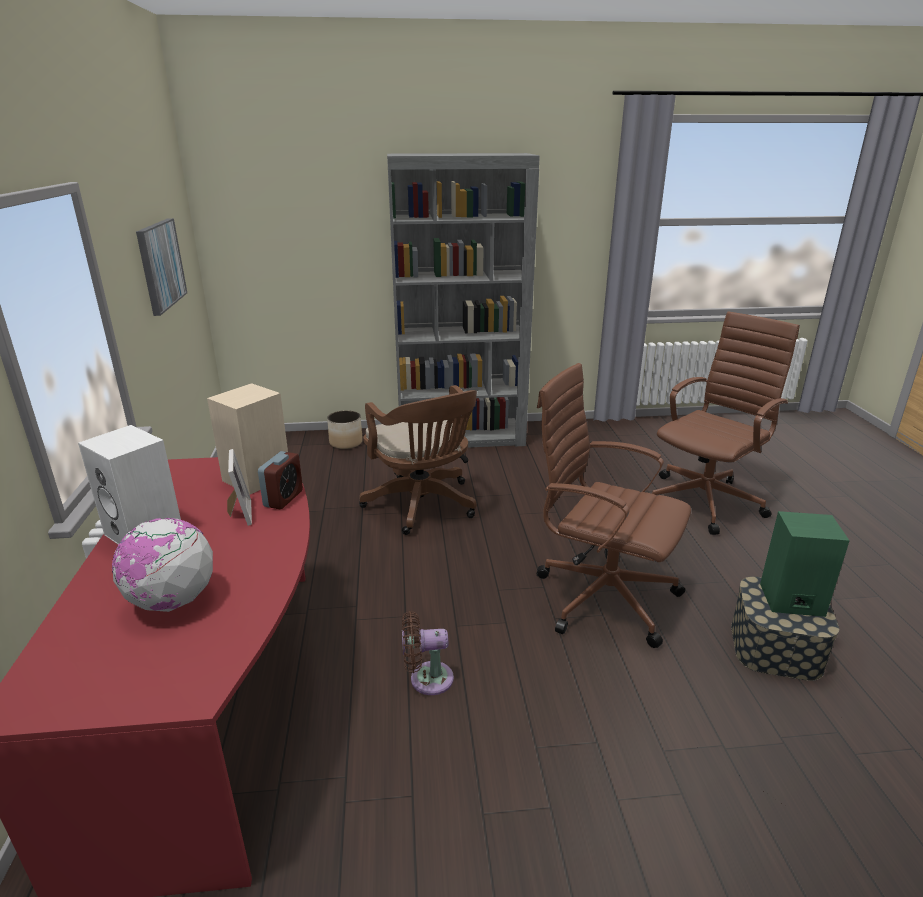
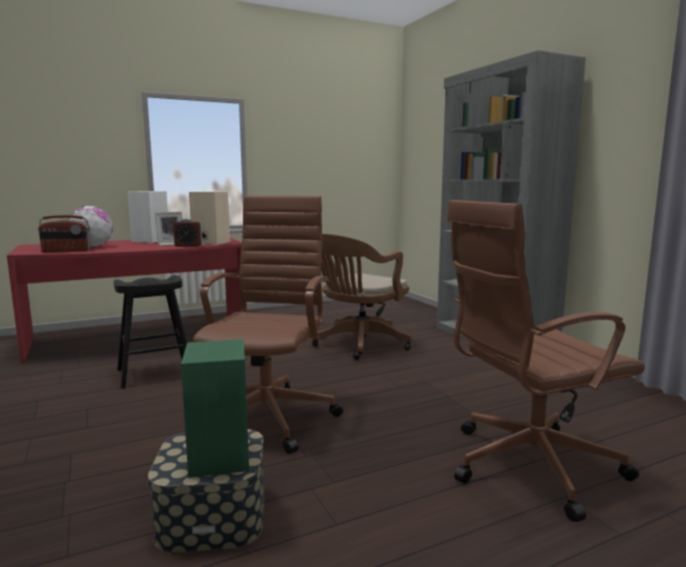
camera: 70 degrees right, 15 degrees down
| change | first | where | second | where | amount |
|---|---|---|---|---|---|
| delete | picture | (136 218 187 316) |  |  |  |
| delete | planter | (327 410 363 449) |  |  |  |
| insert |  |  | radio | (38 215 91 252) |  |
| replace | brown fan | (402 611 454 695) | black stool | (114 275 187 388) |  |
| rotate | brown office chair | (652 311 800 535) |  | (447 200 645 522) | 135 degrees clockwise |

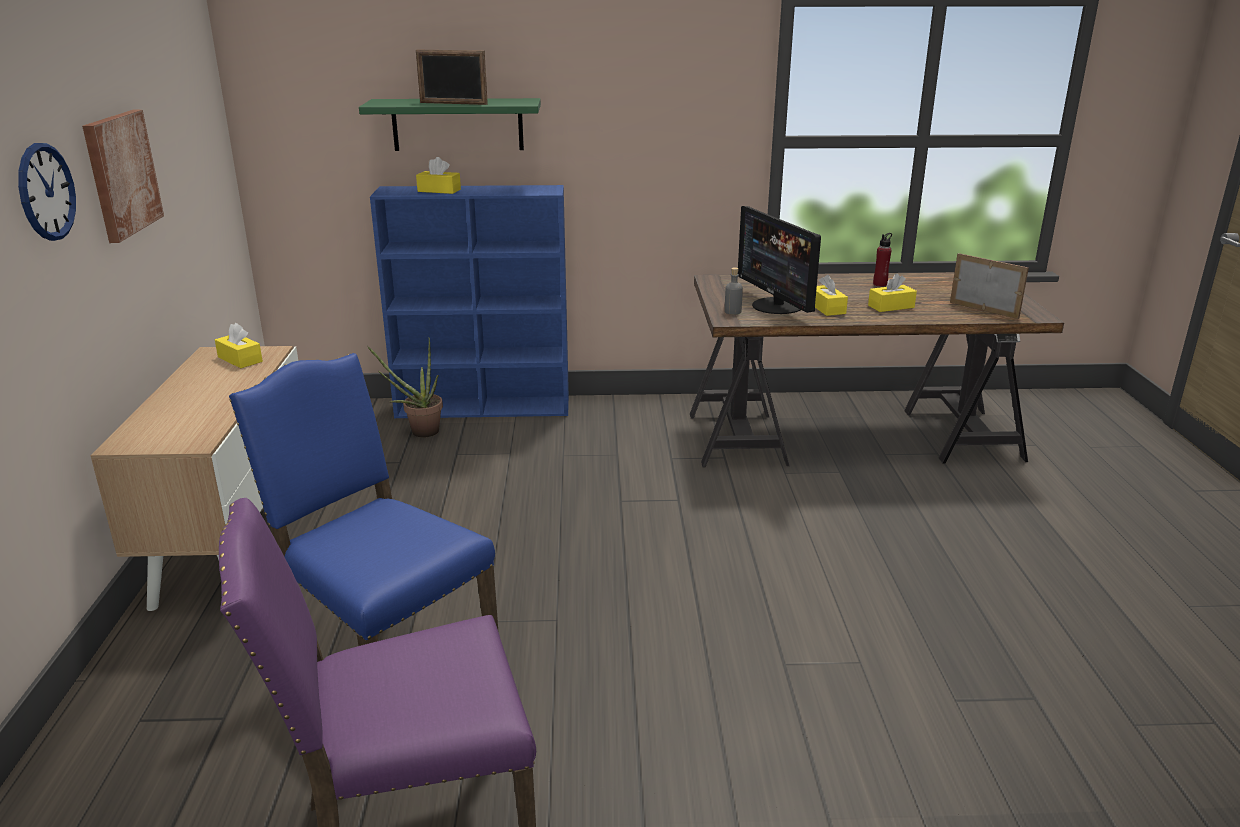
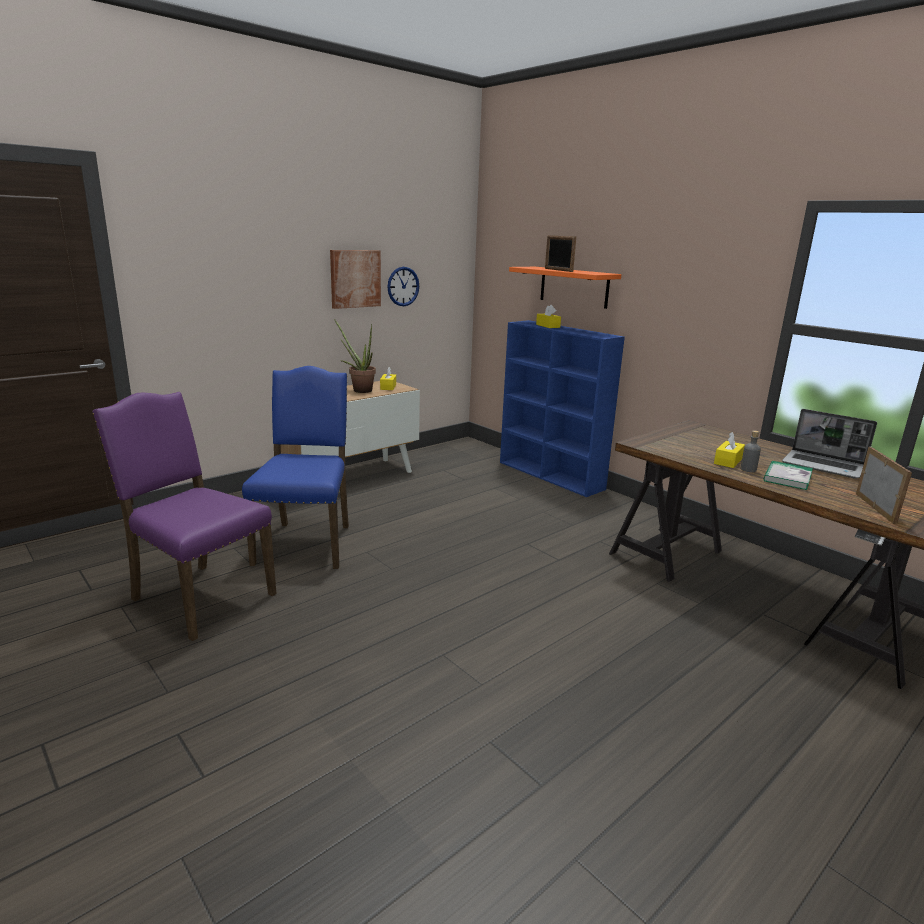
camera: 50 degrees right, 5 degrees down
| change | first | where | second | where | amount |
|---|---|---|---|---|---|
| delete | monitor | (738 206 821 314) |  |  |  |
| move | wall clock | (18 143 76 241) |  | (387 267 419 306) |  |
| move | potted plant | (367 338 443 438) |  | (334 319 376 393) |  |
| move | grey bottle | (725 267 743 315) |  | (741 430 761 472) |  |
| replace | yellow tissue box | (868 273 917 312) | book | (764 461 813 490) |  |
| replace | red bottle | (873 233 892 287) | laptop | (782 409 877 479) |  |
| recolor | green shelf | (359 98 541 151) | orange shelf | (509 267 622 309) |  |

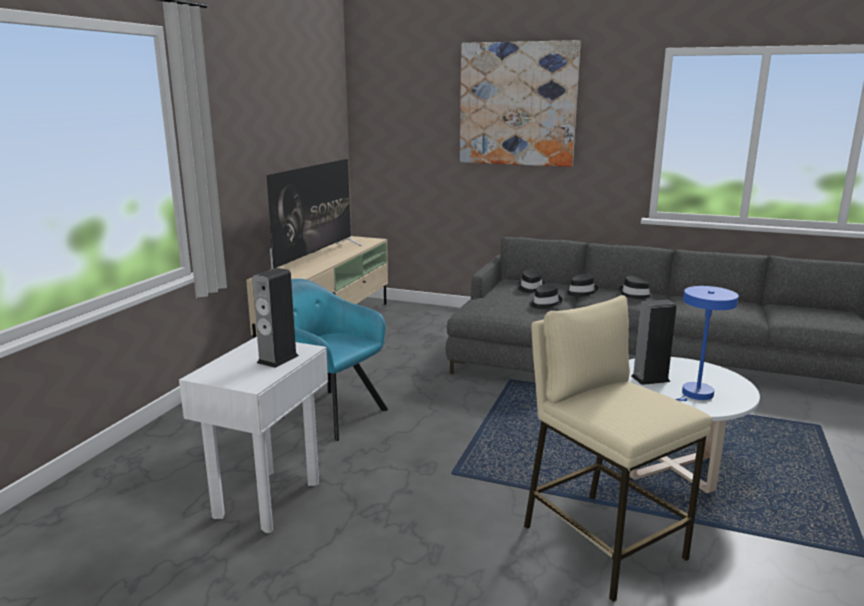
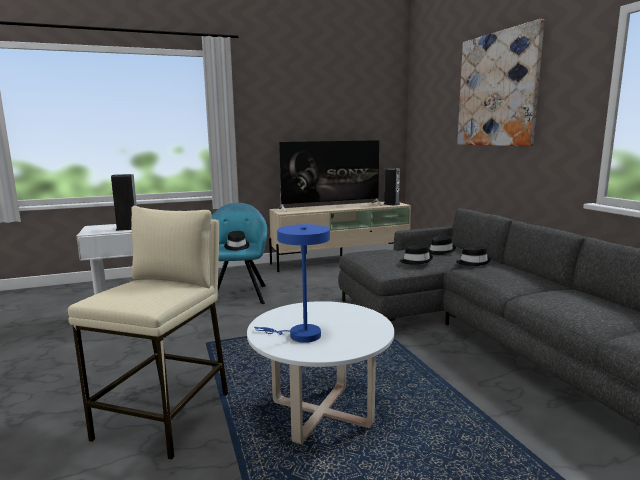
camera: 50 degrees right, 5 degrees down
| change | first | where | second | where | amount |
|---|---|---|---|---|---|
| move | black hat | (619 276 654 300) |  | (224 231 249 251) |  |
| move | speaker | (631 299 677 385) |  | (383 168 400 206) |  |

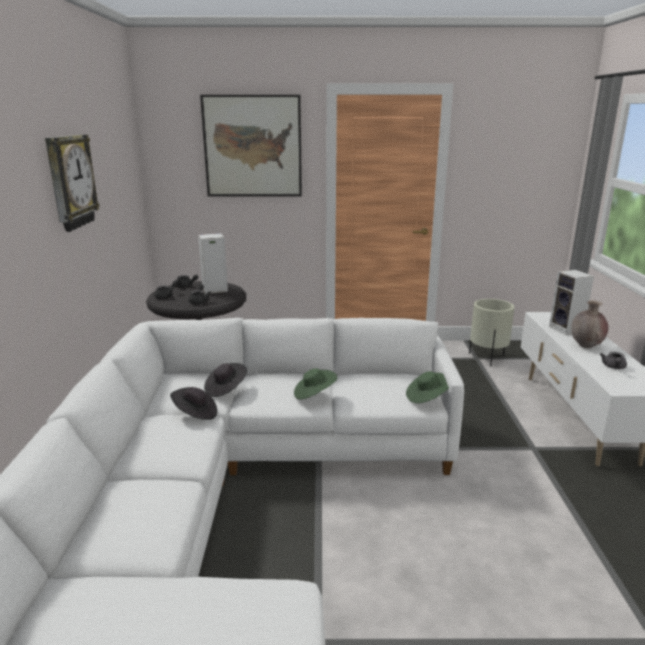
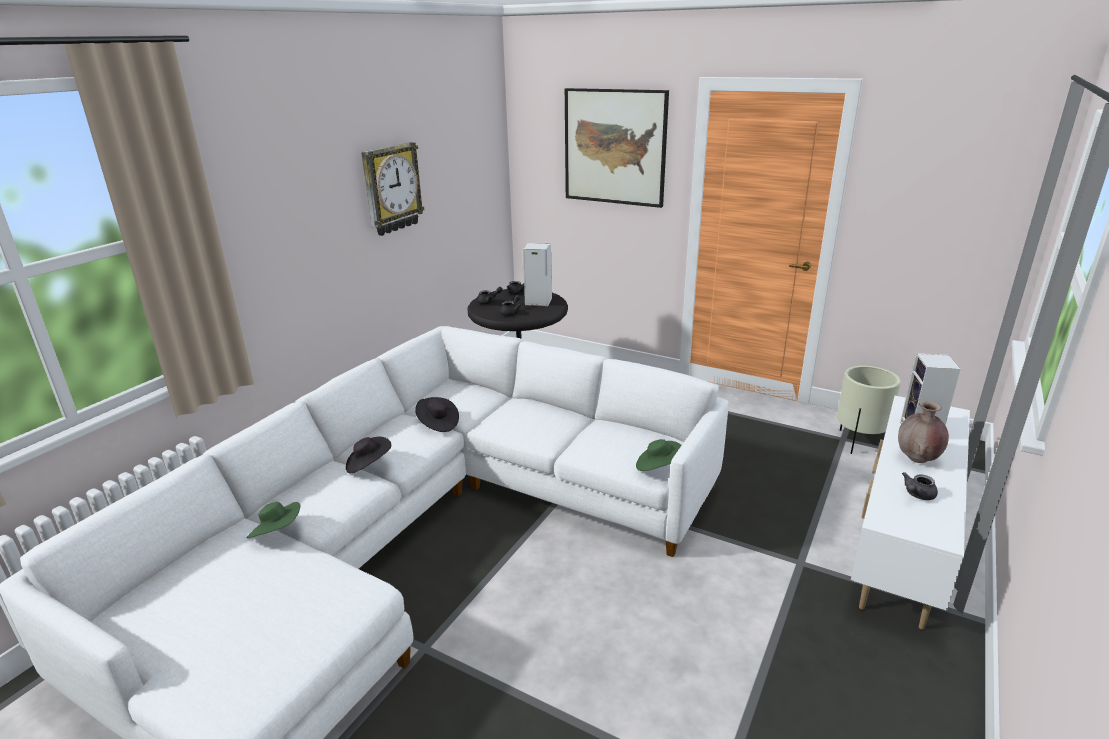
camera: 30 degrees right, 5 degrees up
| change | first | where | second | where | amount |
|---|---|---|---|---|---|
| move | black hat | (204 363 247 397) |  | (346 437 391 473) |  |
| move | green hat | (294 368 337 400) |  | (247 502 300 538) |  |

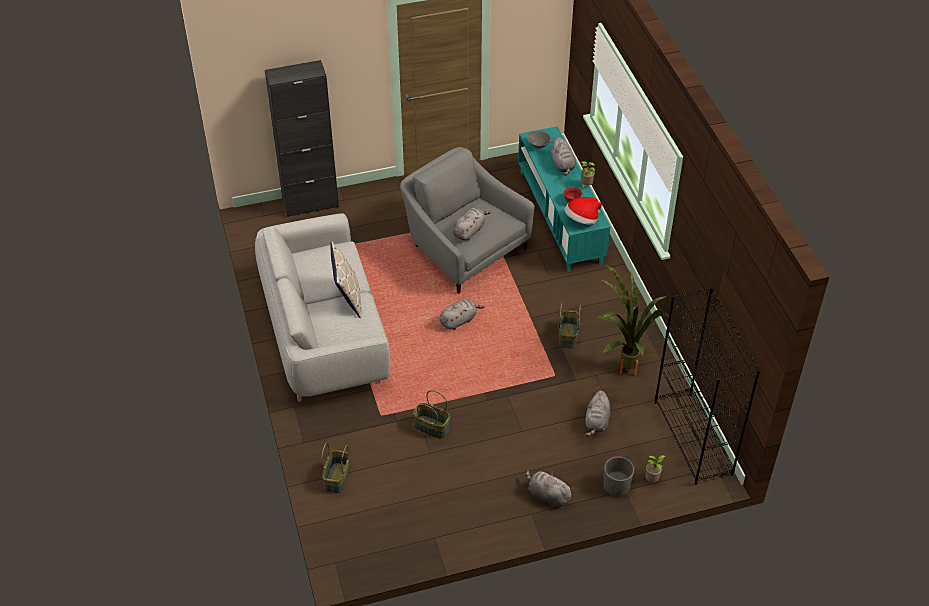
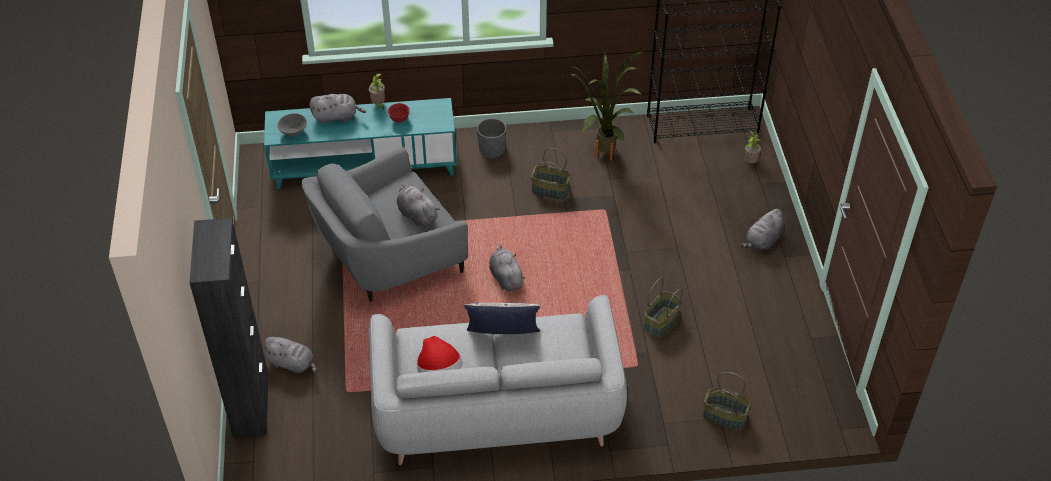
camera: 80 degrees left, 0 degrees up
| change | first | where | second | where | amount |
|---|---|---|---|---|---|
| move | hat | (565 197 602 225) |  | (417 336 463 373) |  |
| move | grey plush toy | (585 391 611 437) |  | (263 337 317 374) |  |
| move | grey planter | (604 456 634 497) |  | (477 118 506 159) |  |

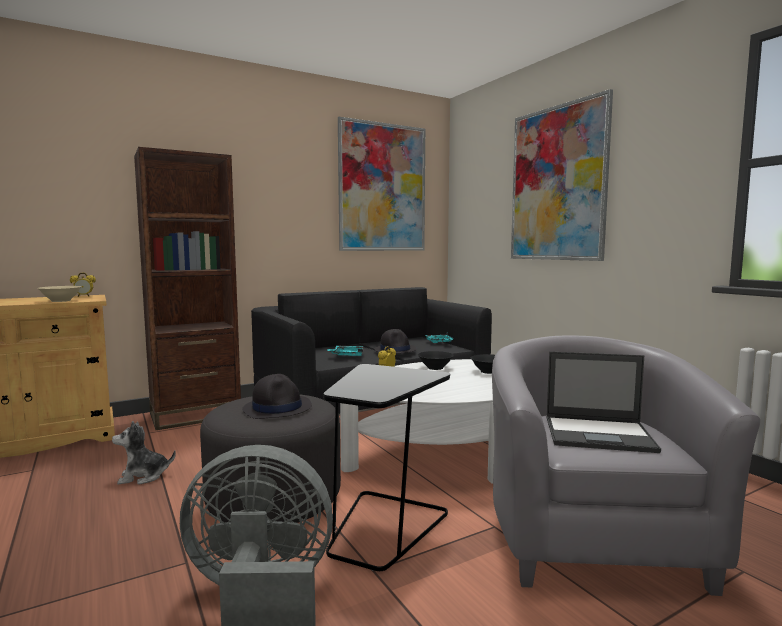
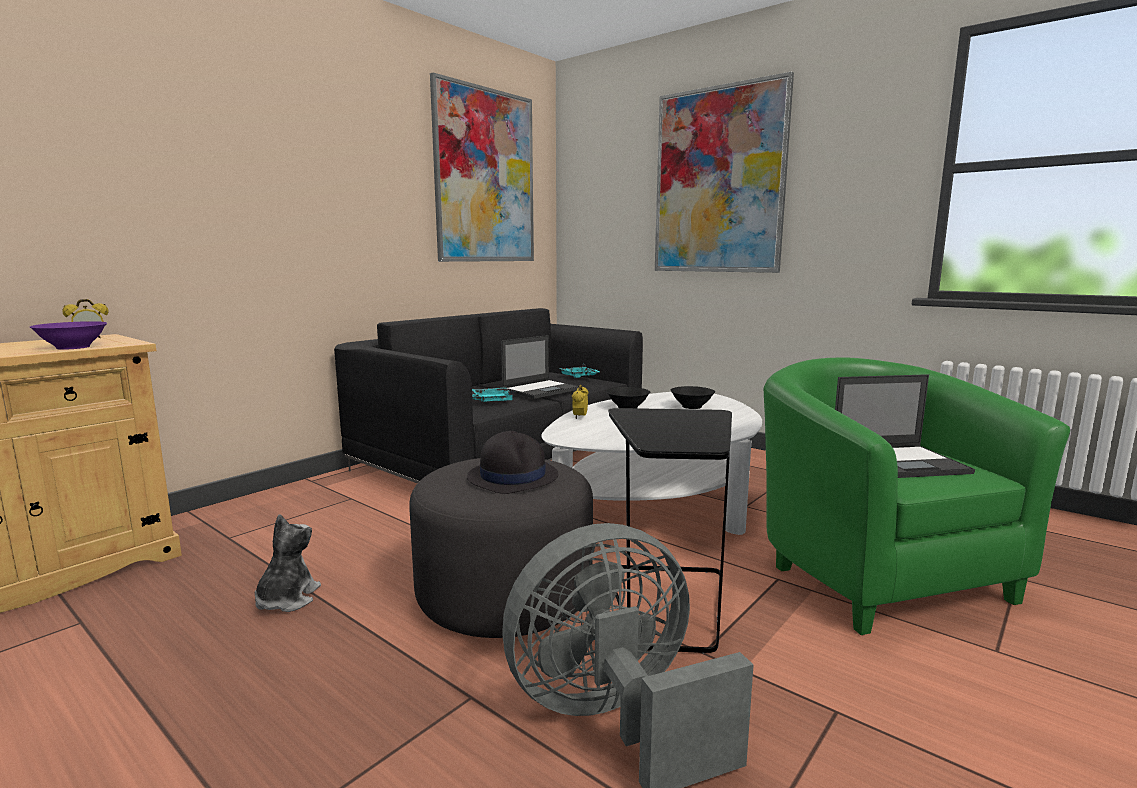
camera: 20 degrees left, 5 degrees up
| change | first | where | second | where | amount |
|---|---|---|---|---|---|
| delete | brown bookcase | (134 147 241 430) |  |  |  |
| replace | black hat | (374 329 417 353) | laptop | (501 335 579 399) |  |
| recolor | beige bowl | (38 286 82 302) | purple bowl | (30 321 107 350) |  |
| recolor | grey armchair | (492 335 760 596) | green armchair | (764 357 1070 635) |  |
| rotate | plush toy | (112 421 176 485) |  | (255 514 321 612) | 135 degrees clockwise |

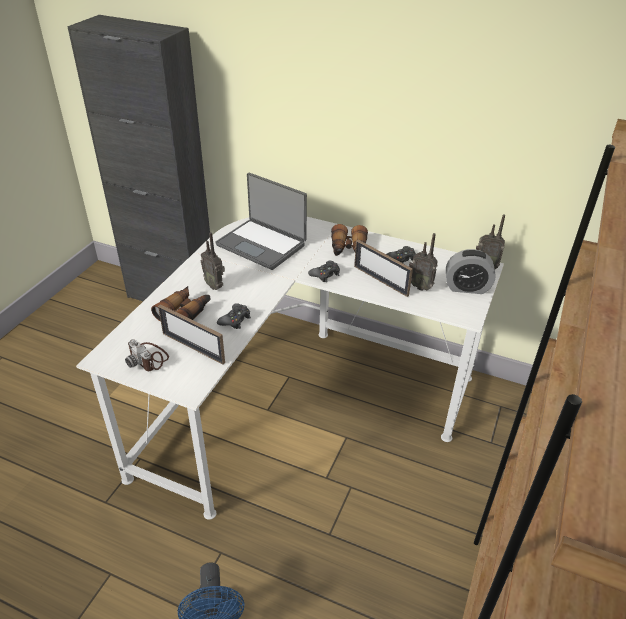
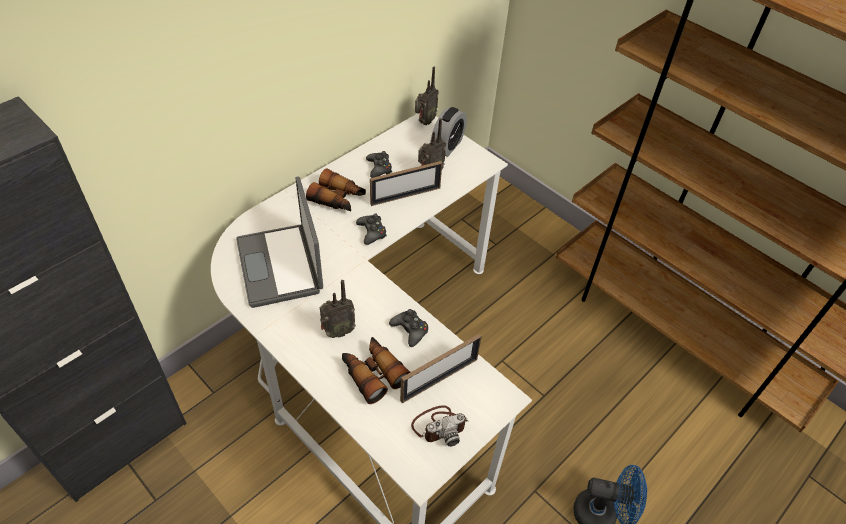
camera: 70 degrees left, 10 degrees up
| change | first | where | second | where | amount |
|---|---|---|---|---|---|
| rotate | laptop | (215 173 307 270) |  | (236 177 323 308) | 105 degrees clockwise |

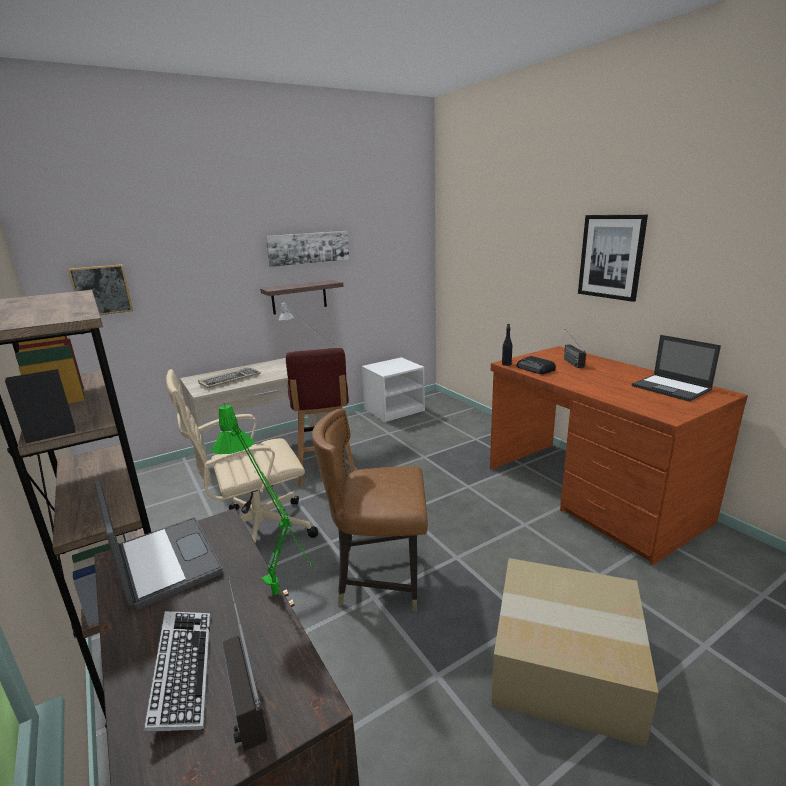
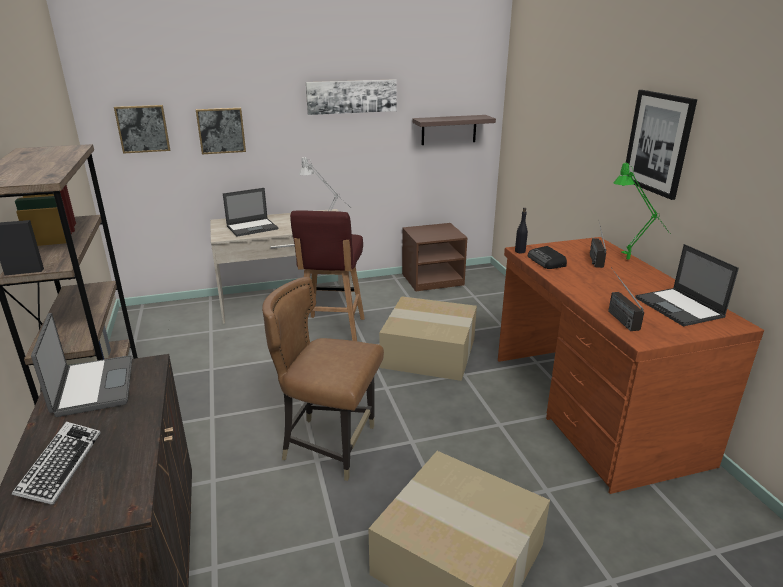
camera: 15 degrees right, 5 degrees up
| change | first | where | second | where | amount |
|---|---|---|---|---|---|
| delete | beige office chair | (166 369 318 544) |  |  |  |
| insert |  |  | picture | (196 108 246 154) |  |
| insert |  |  | cardboard box | (379 296 477 381) |  |
| move | green table lamp | (211 403 315 595) |  | (613 163 671 260) |  |
| move | radio | (222 577 268 752) |  | (608 267 644 331) |  |
| move | shelf | (260 280 344 314) |  | (412 115 496 145) |  |
| replace | keyboard | (198 367 261 388) | laptop | (223 188 278 237) |  |
| recolor | white nightstand | (362 357 425 422) | brown nightstand | (402 223 468 291) |  |

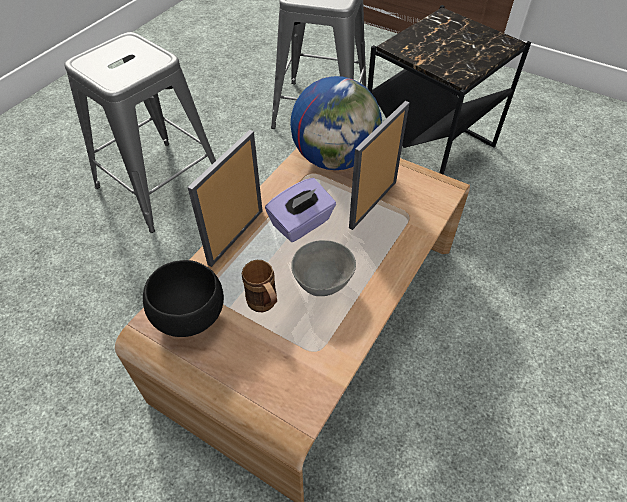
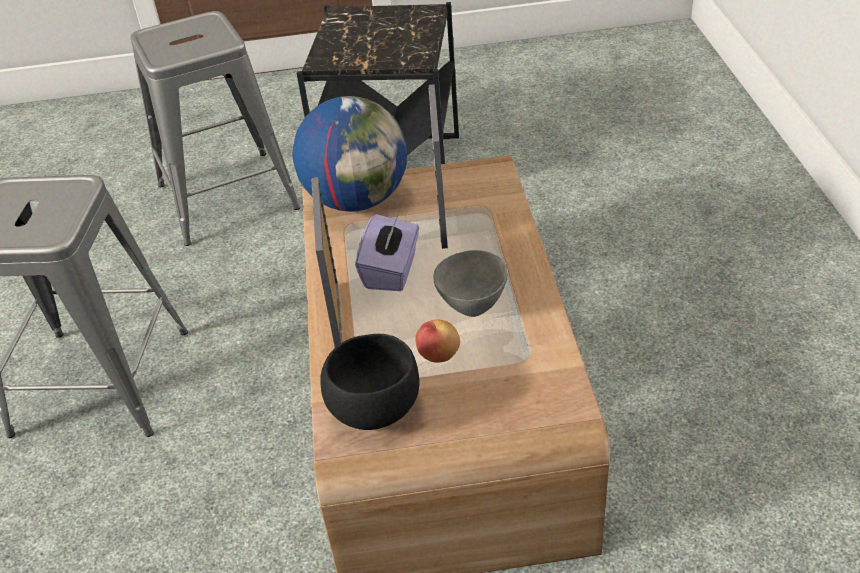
camera: 35 degrees left, 10 degrees down
| change | first | where | second | where | amount |
|---|---|---|---|---|---|
| replace | brown mug | (242 260 277 312) | apple | (415 320 460 363) |  |

